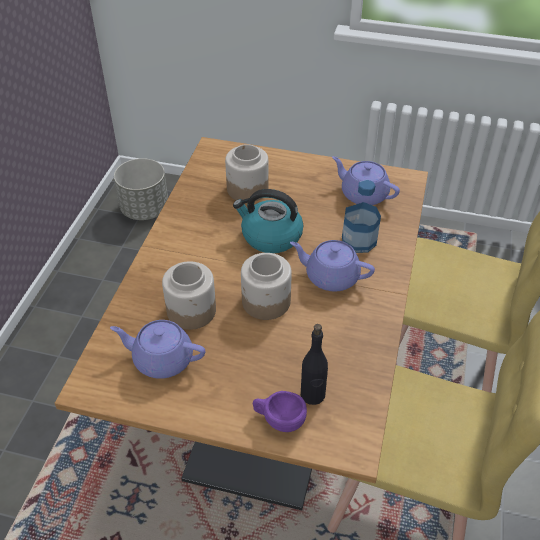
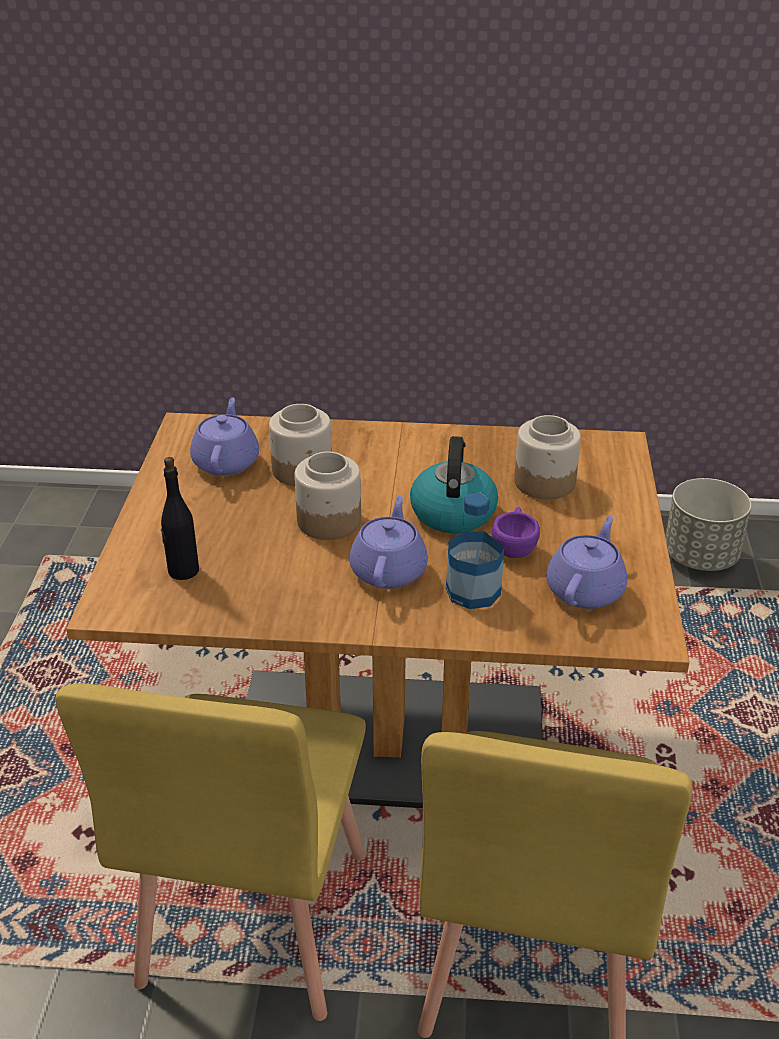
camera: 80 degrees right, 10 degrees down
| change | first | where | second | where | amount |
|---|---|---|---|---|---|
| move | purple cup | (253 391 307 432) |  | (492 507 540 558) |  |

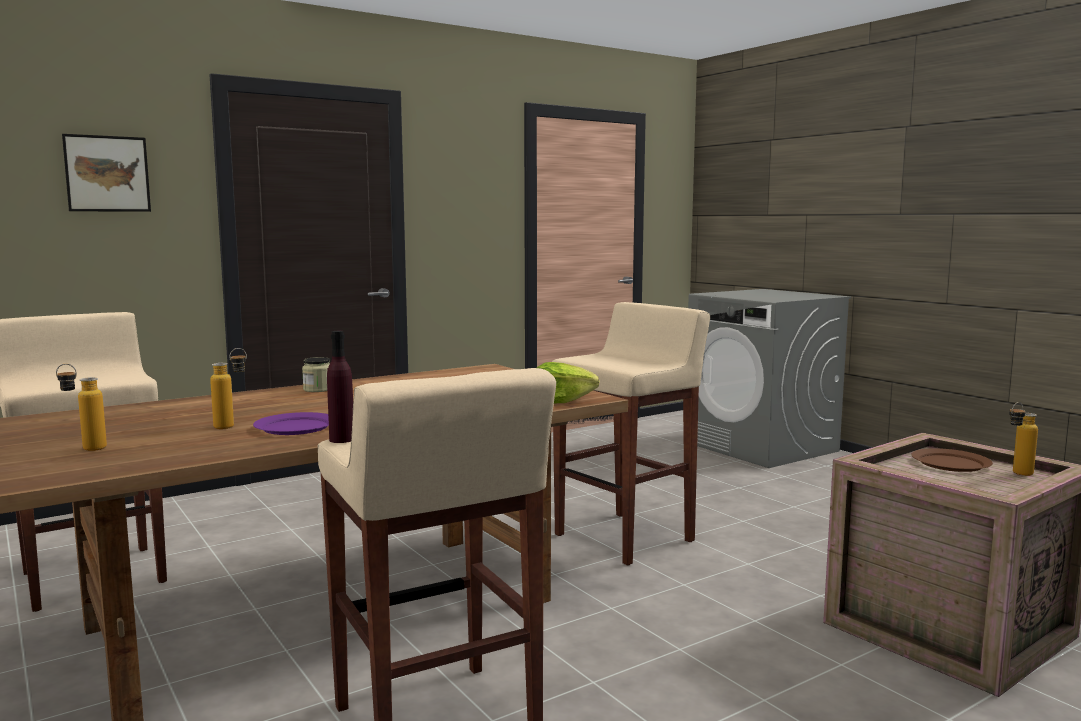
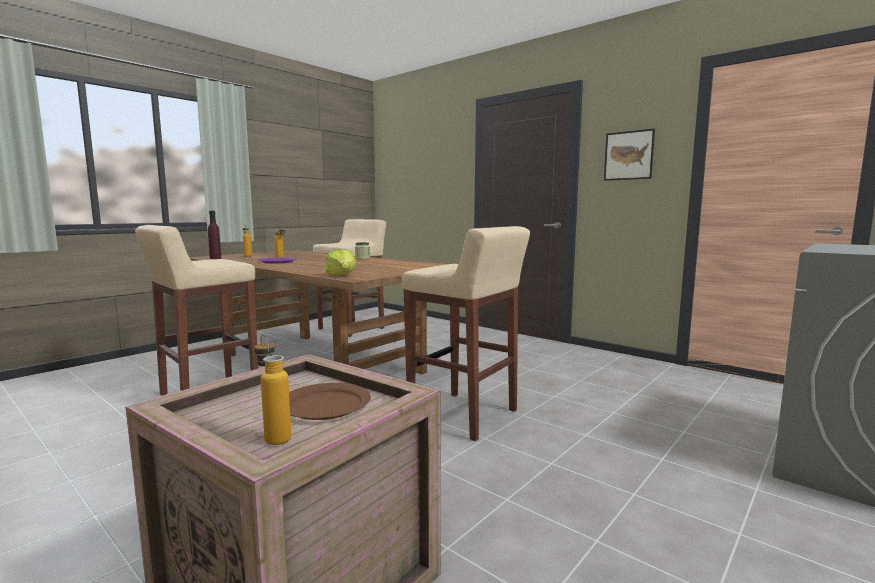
camera: 75 degrees right, 0 degrees up
| change | first | where | second | where | amount |
|---|---|---|---|---|---|
| move | picture | (62 134 151 212) |  | (604 129 655 181) |  |

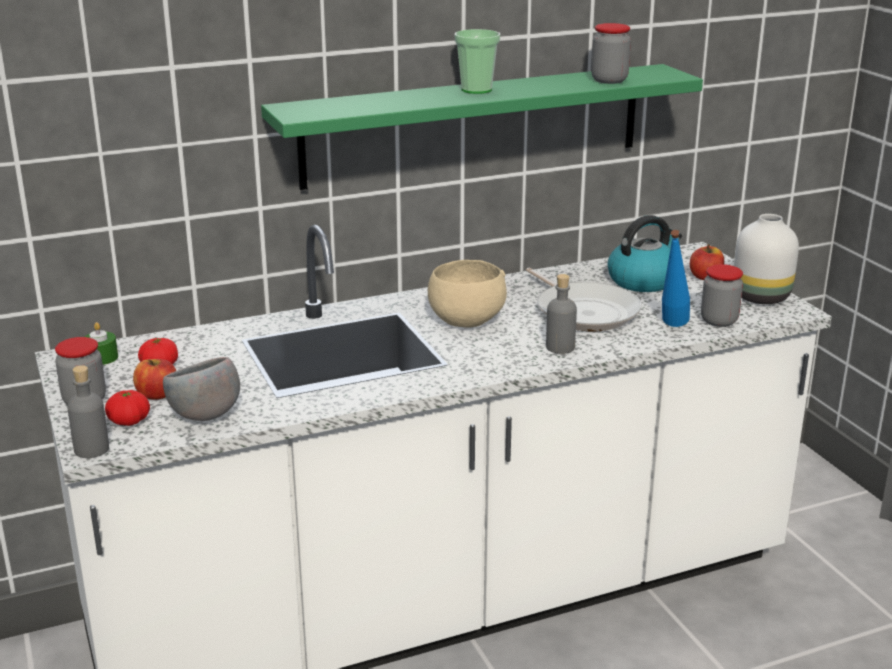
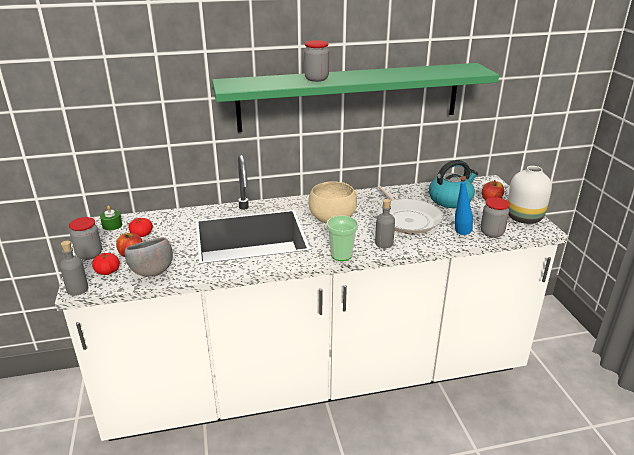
camera: 10 degrees right, 5 degrees up
| change | first | where | second | where | amount |
|---|---|---|---|---|---|
| move | cup | (455 29 500 94) |  | (327 215 358 261) |  |
| move | jar | (591 23 631 84) |  | (304 40 329 82) |  |

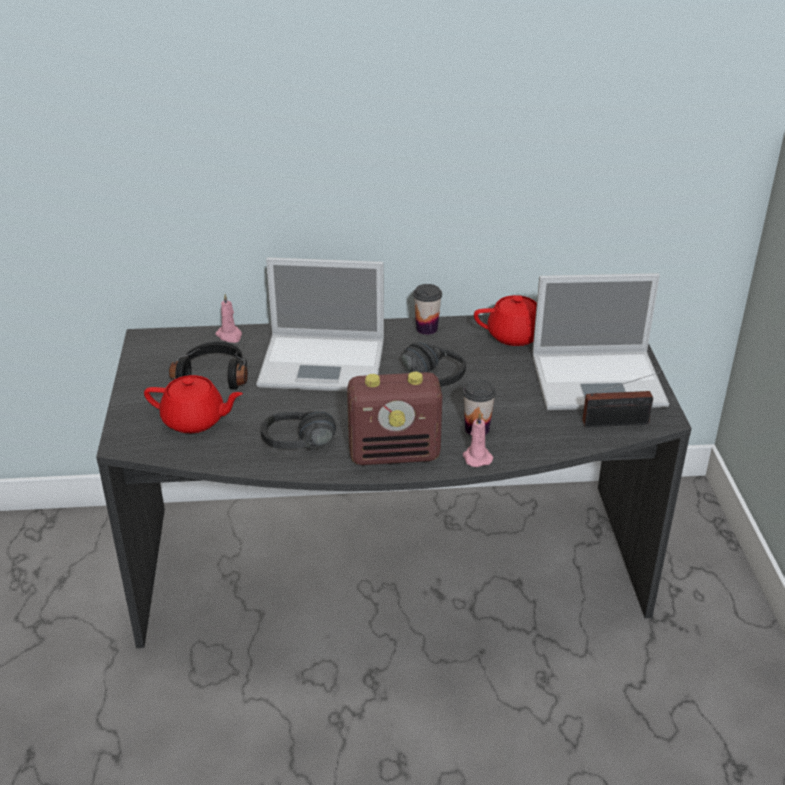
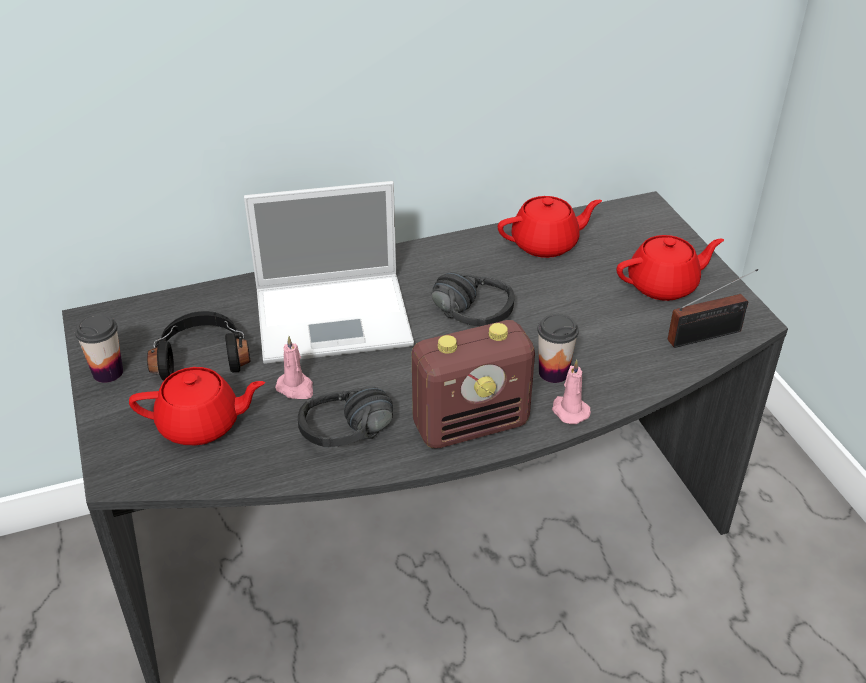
camera: 15 degrees left, 5 degrees up
| change | first | where | second | where | amount |
|---|---|---|---|---|---|
| move | pink candle | (215 294 242 343) |  | (275 336 313 399) |  |
| move | cup | (413 284 442 335) |  | (75 313 123 383) |  |
| replace | laptop | (532 273 669 410) | red teapot | (617 235 724 301) |  |

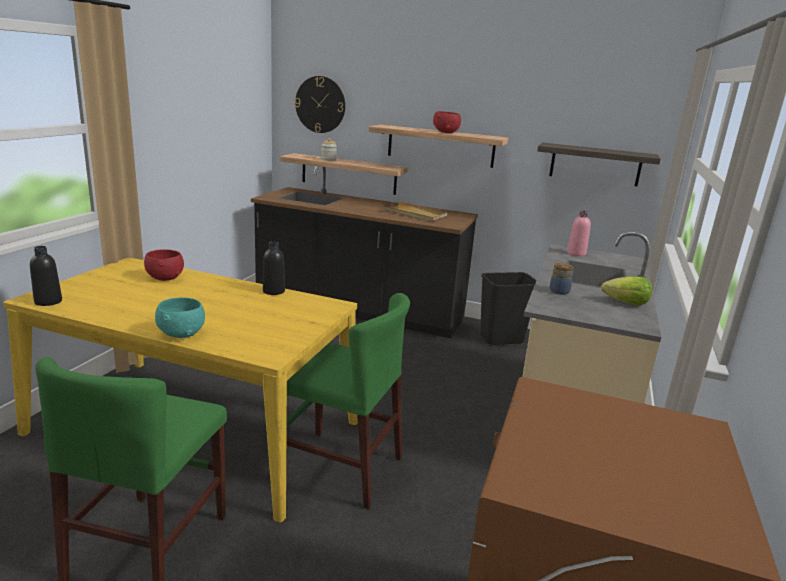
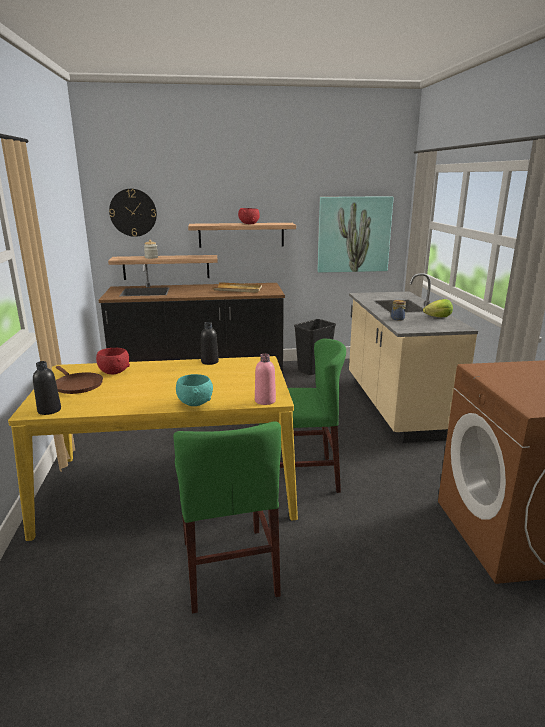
camera: 25 degrees left, 0 degrees up
| change | first | where | second | where | amount |
|---|---|---|---|---|---|
| insert |  |  | brown frying pan | (56 366 103 394) |  |
| move | pink bottle | (567 210 591 256) |  | (255 353 276 405) |  |
| replace | shelf | (537 143 661 186) | picture | (317 197 394 273) |  |

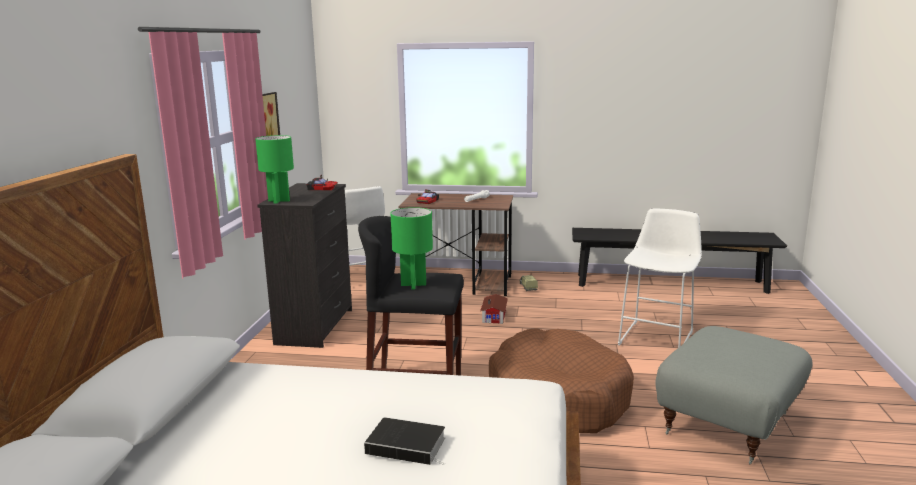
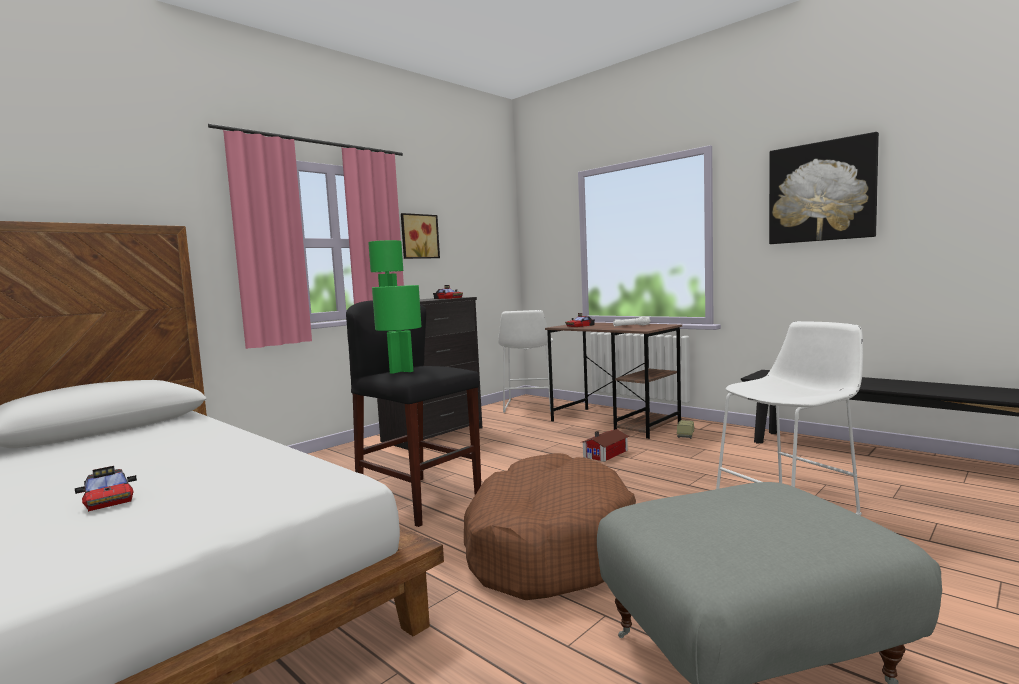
camera: 35 degrees right, 10 degrees down
| change | first | where | second | where | amount |
|---|---|---|---|---|---|
| insert |  |  | picture | (769 132 879 244) |  |
| replace | book | (364 417 445 465) | toy car | (75 466 137 512) |  |

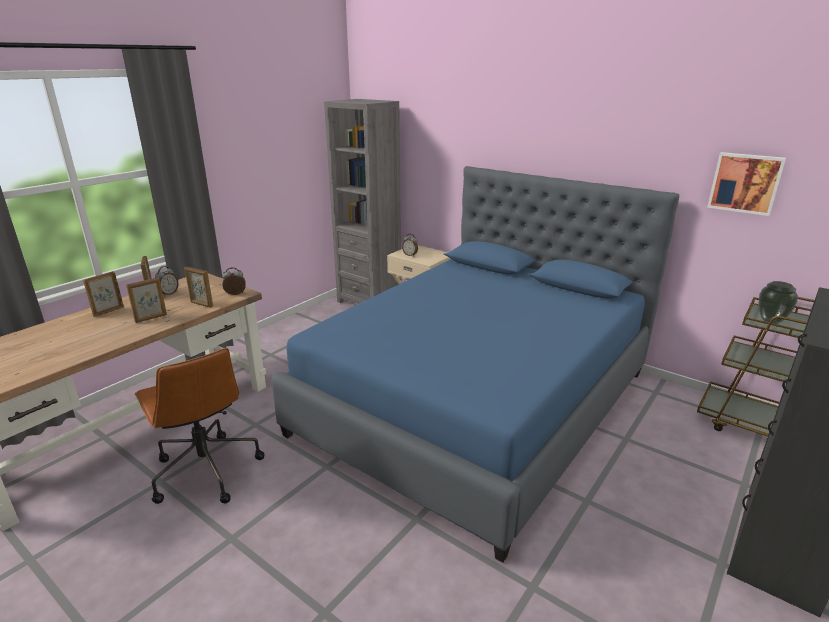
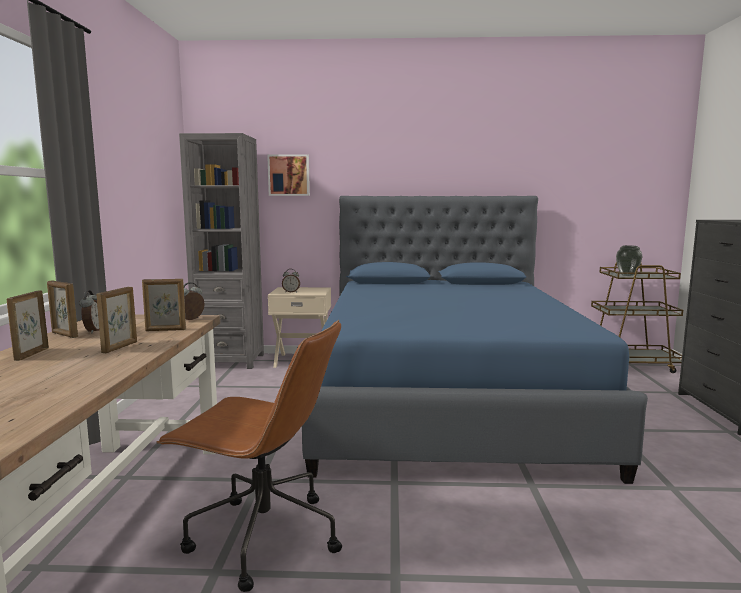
camera: 35 degrees left, 15 degrees down
| change | first | where | second | where | amount |
|---|---|---|---|---|---|
| move | picture | (707 152 786 216) |  | (267 154 310 196) |  |

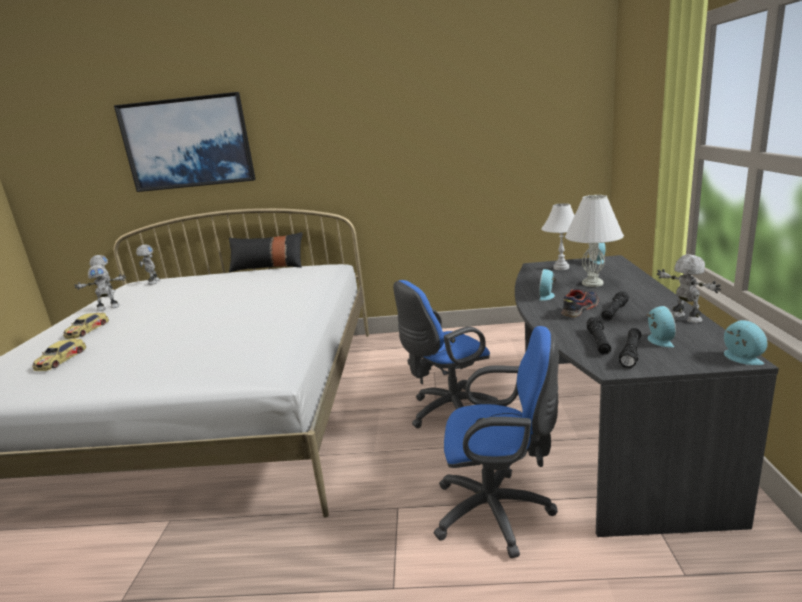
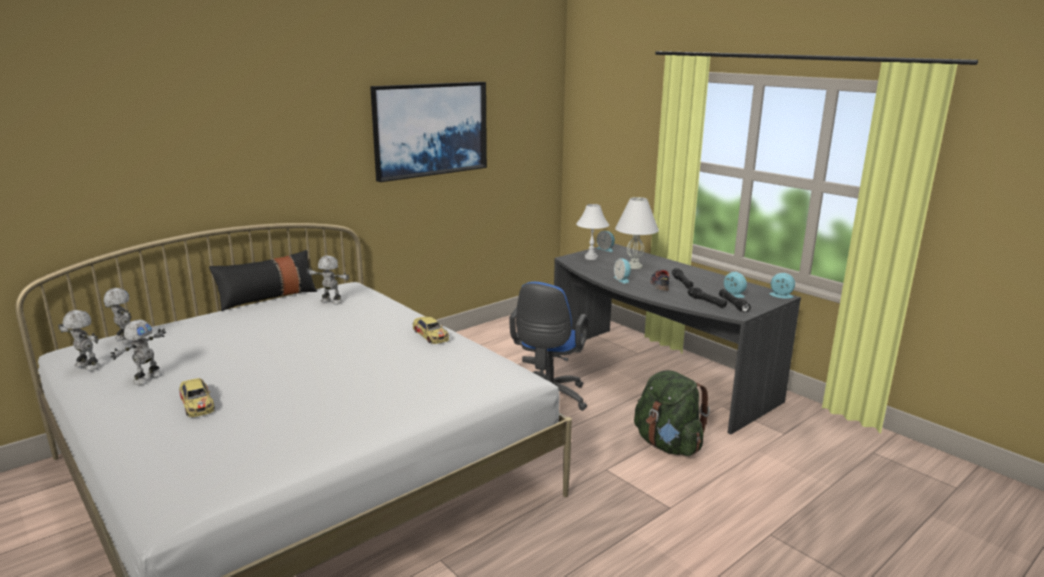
camera: 45 degrees left, 0 degrees up
| change | first | where | second | where | amount |
|---|---|---|---|---|---|
| move | toy car | (32 339 86 371) |  | (413 316 449 344) |  |
| move | picture | (114 92 256 192) |  | (370 82 487 182) |  |
| move | toy robot | (657 254 721 323) |  | (307 256 350 305) |  |
| replace | blue office chair | (434 326 559 558) | green backpack | (634 370 710 456) |  |

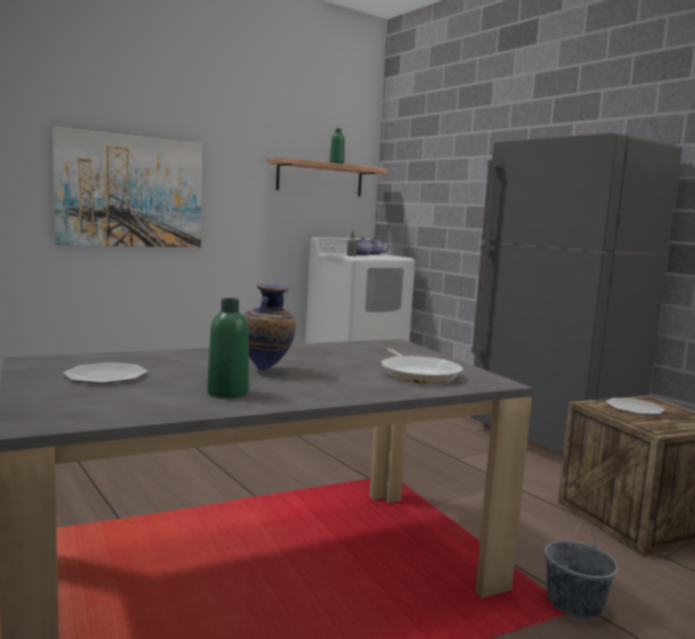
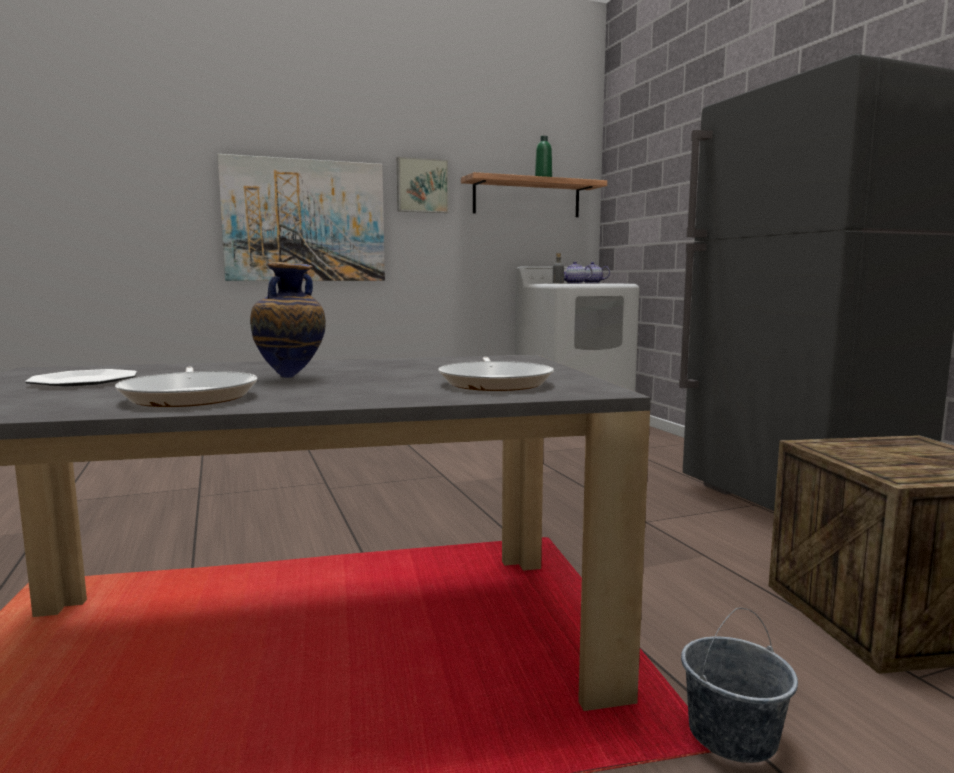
camera: 15 degrees right, 0 degrees up
| change | first | where | second | where | amount |
|---|---|---|---|---|---|
| delete | plate | (605 398 666 415) |  |  |  |
| insert |  |  | picture | (397 157 449 213) |  |
| replace | green bottle | (207 298 249 398) | frying pan | (115 367 257 407) |  |

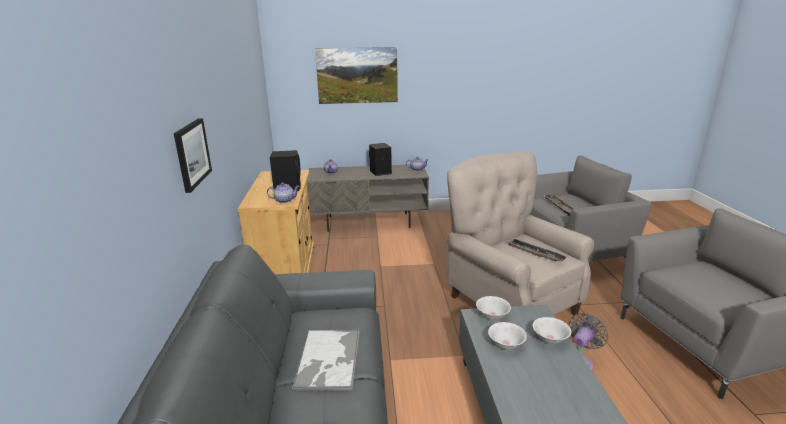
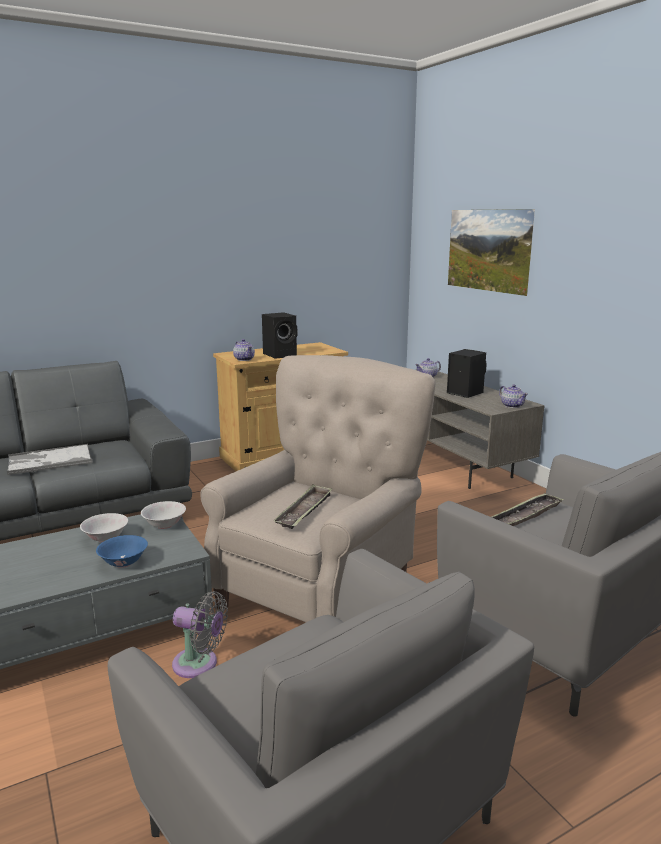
camera: 65 degrees right, 5 degrees down
| change | first | where | second | where | amount |
|---|---|---|---|---|---|
| delete | picture | (174 118 212 193) |  |  |  |
| recolor | white bowl | (533 317 571 344) | blue bowl | (96 535 148 568) |  |

